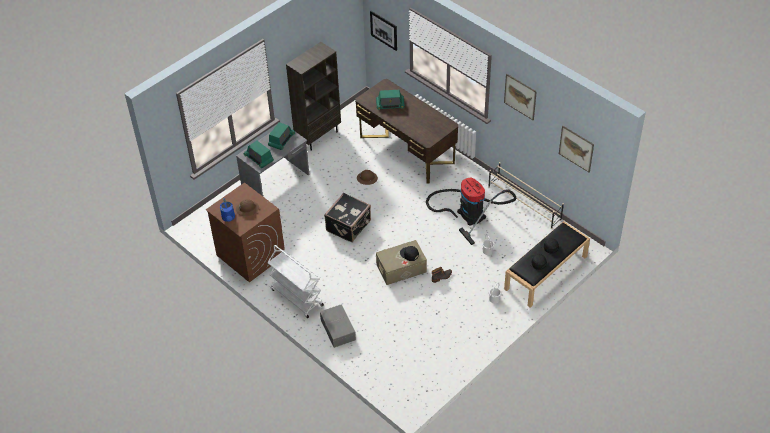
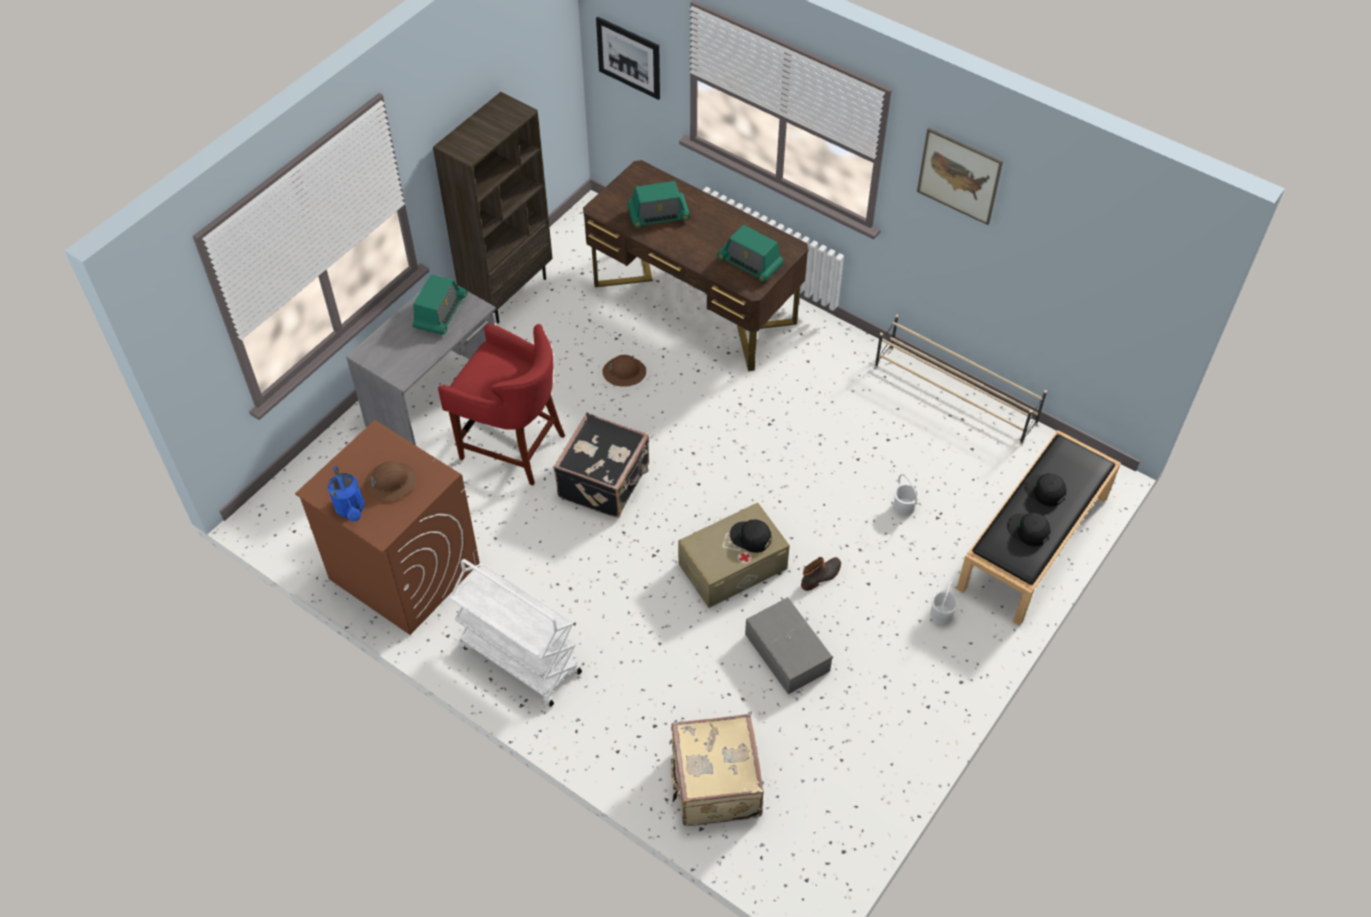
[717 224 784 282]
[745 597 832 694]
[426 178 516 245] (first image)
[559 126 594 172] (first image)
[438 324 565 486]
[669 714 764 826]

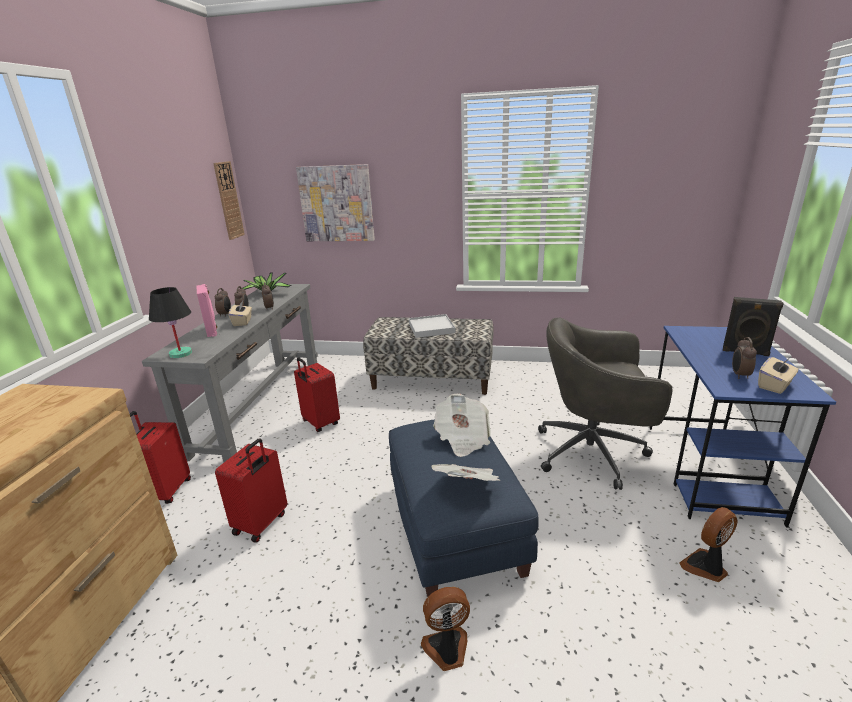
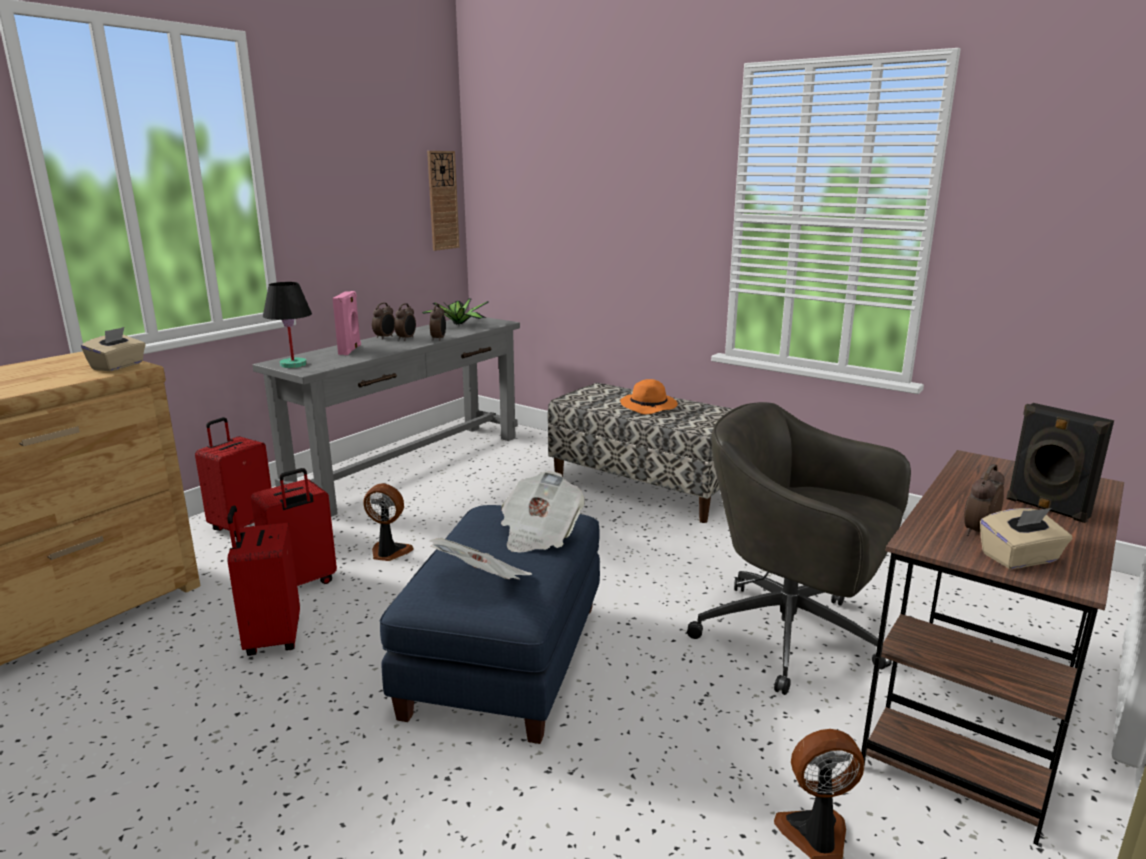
[81 327 146 371]
[227 506 300 656]
[296 164 375 241] (first image)
[620 379 678 414]
[363 484 414 561]
[861 450 1124 845]

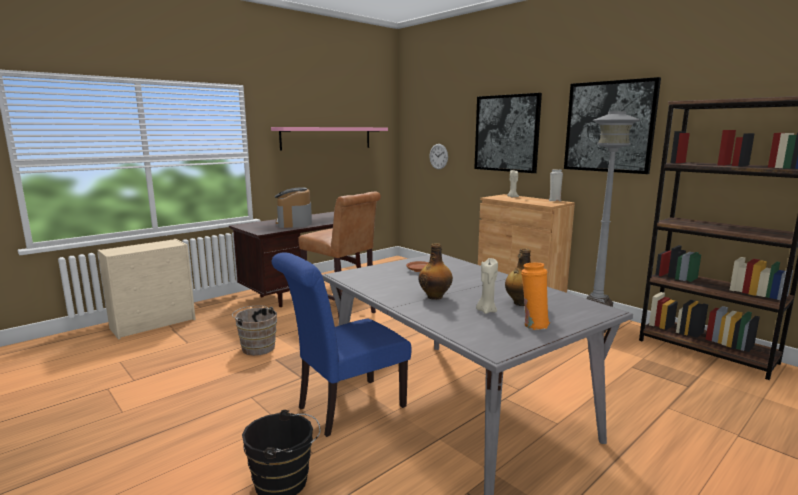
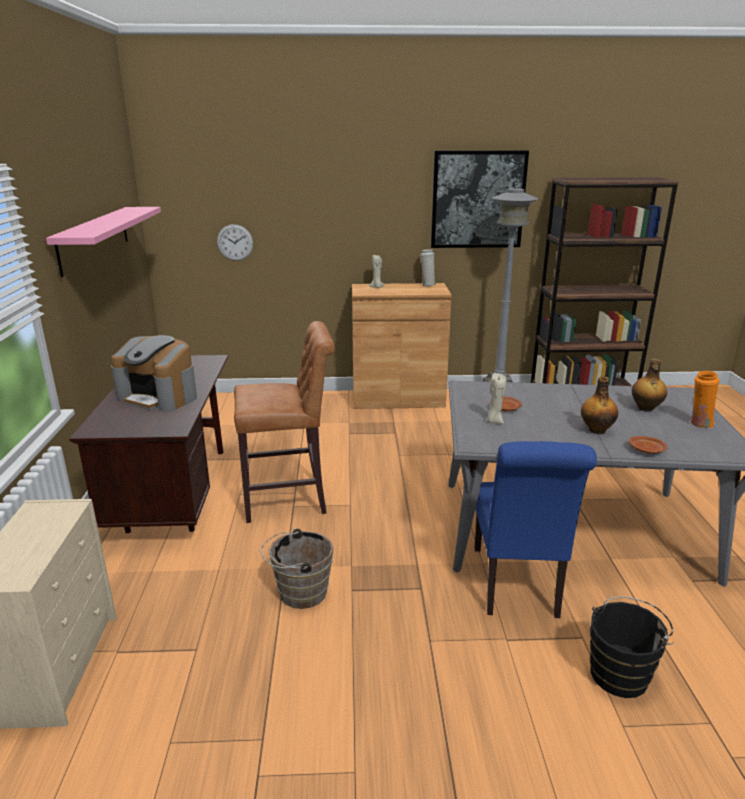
[474 93 542 173] (first image)
[487 373 506 424]
[629 436 668 454]

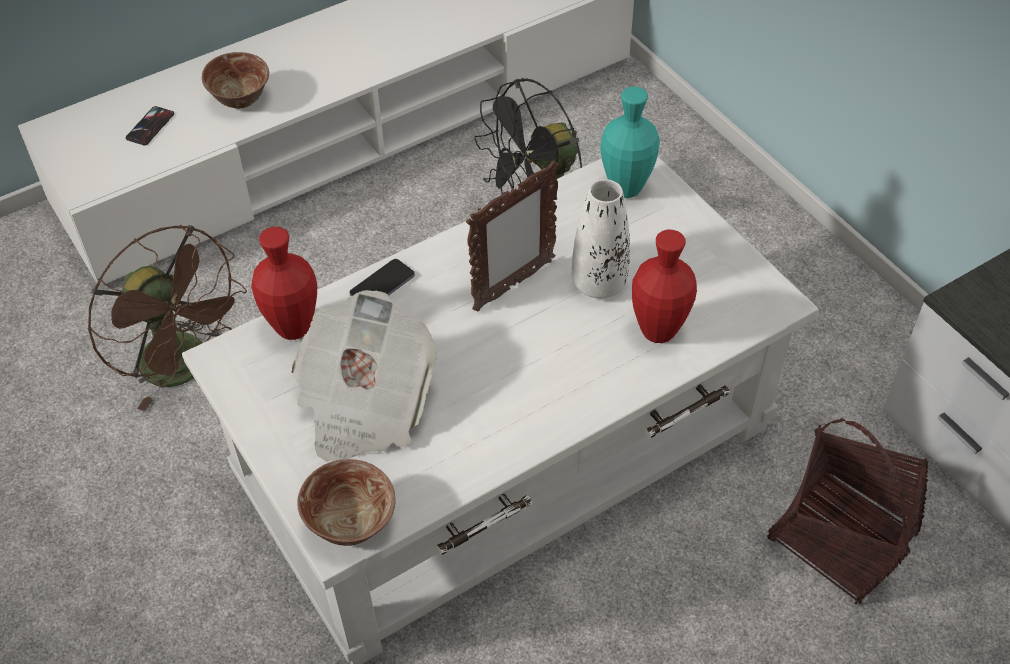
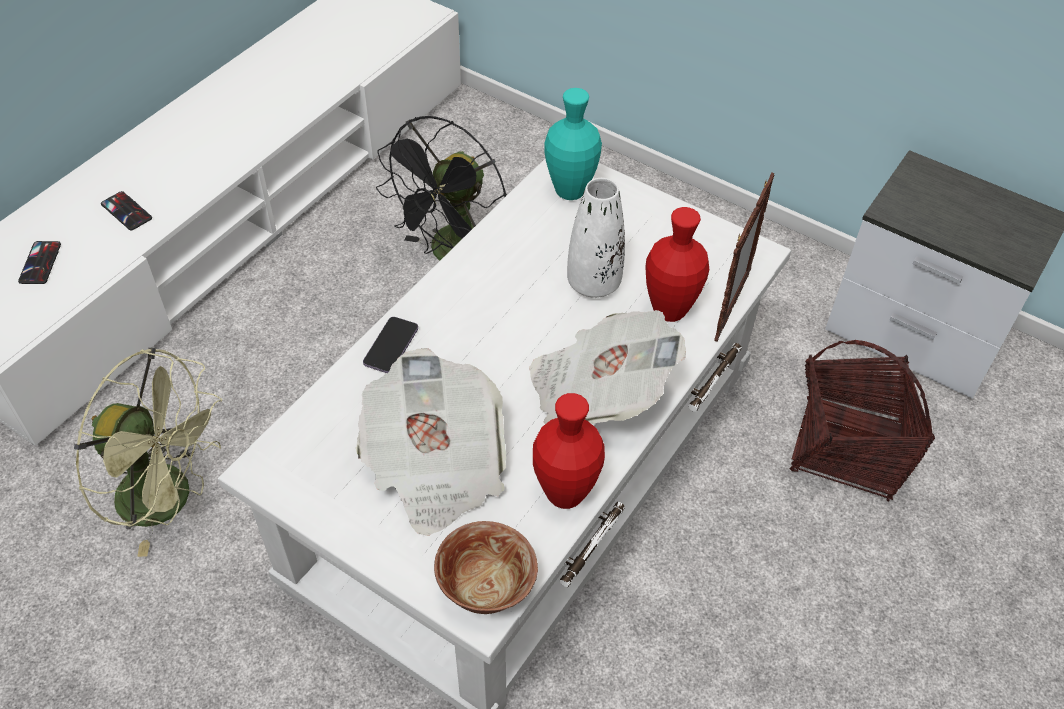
[74 348 222 557]
[101 191 152 230]
[533 393 605 509]
[714 172 774 342]
[529 310 686 424]

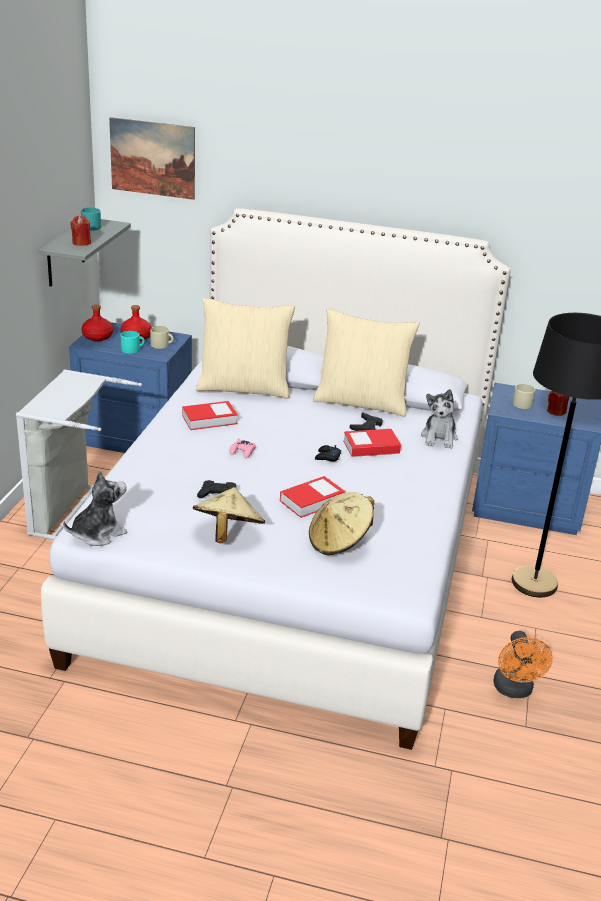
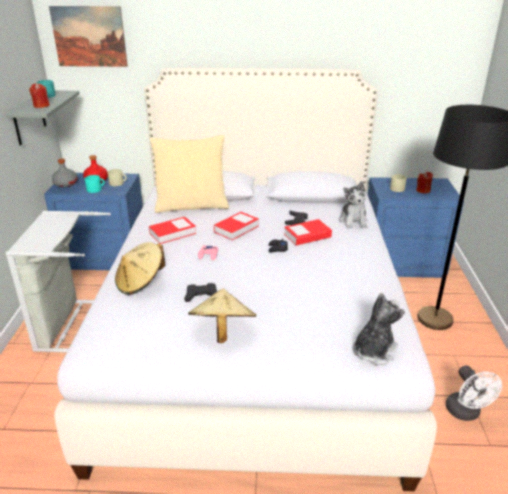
[352 293 405 365]
[52 159 78 187]
[214 212 259 240]
[115 242 165 295]
[313 309 420 417] (first image)
[446 365 502 421]

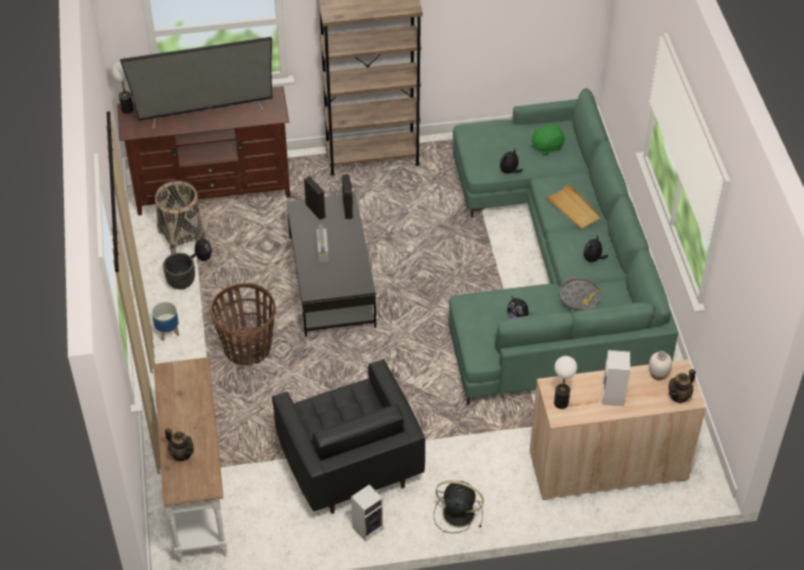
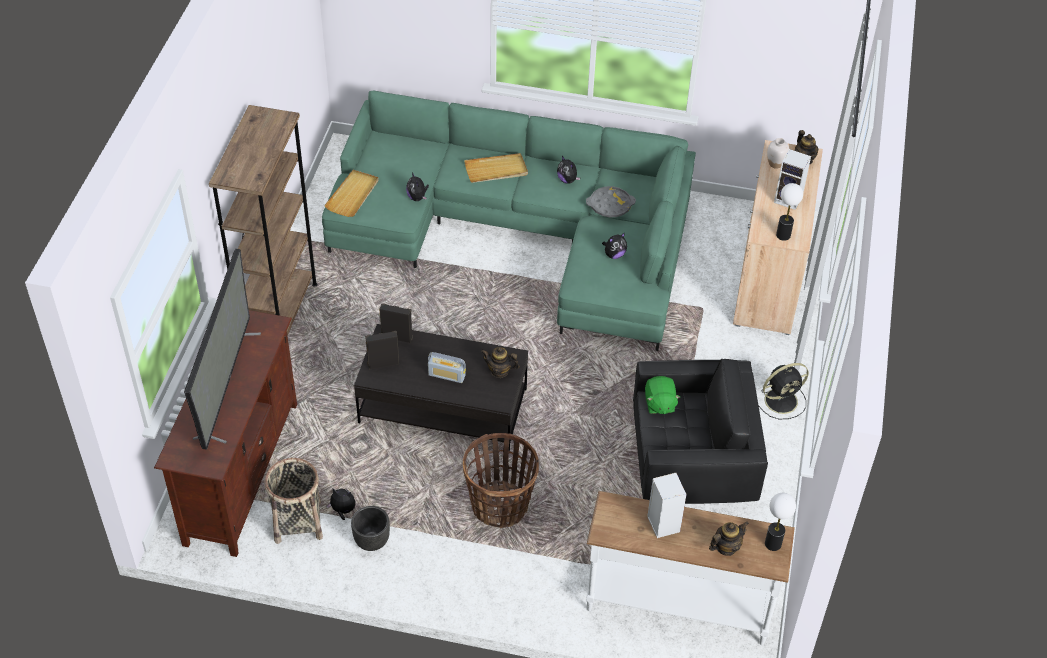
[765 493 796 551]
[152 302 179 341] (first image)
[647 473 687 538]
[758 363 809 419]
[645 376 680 414]
[324 170 379 217]
[481 347 520 378]

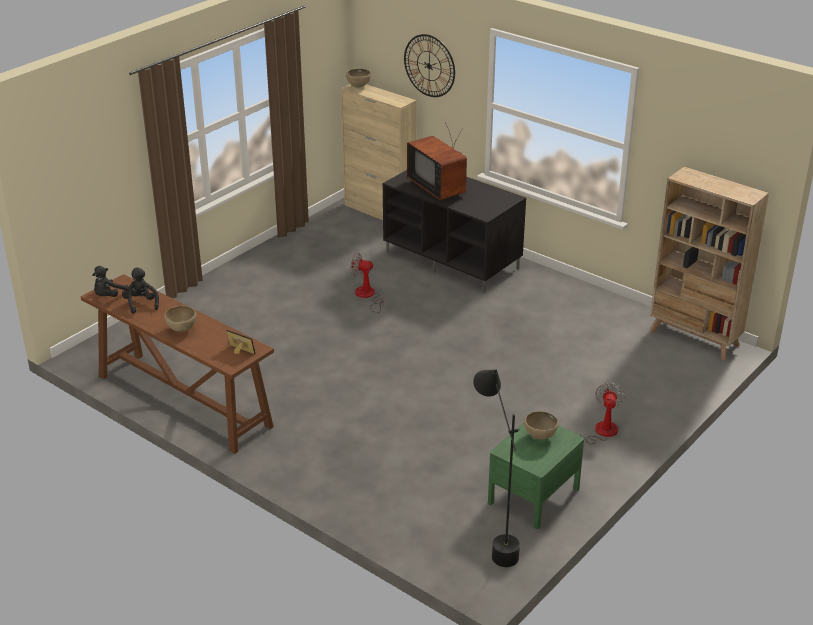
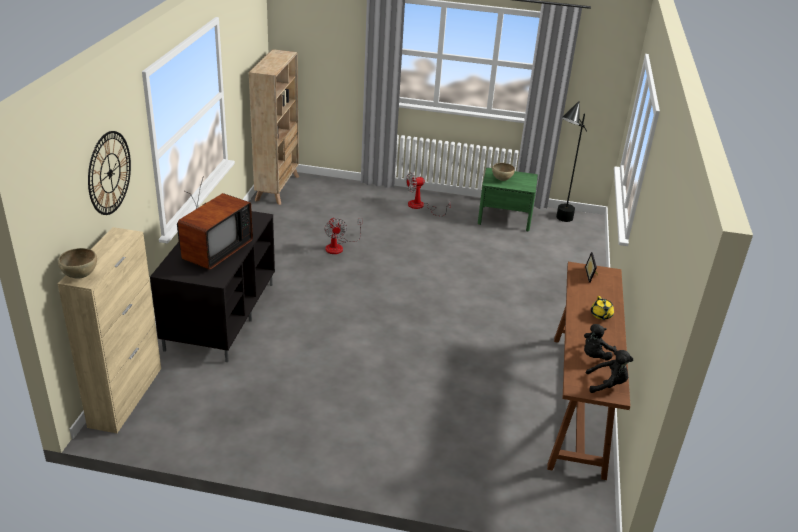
[591 296 614 320]
[324 217 362 254]

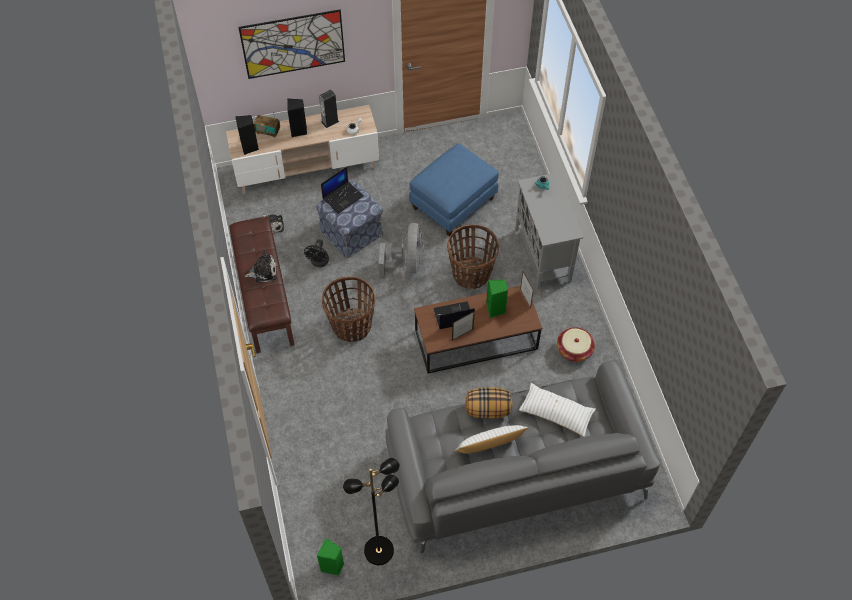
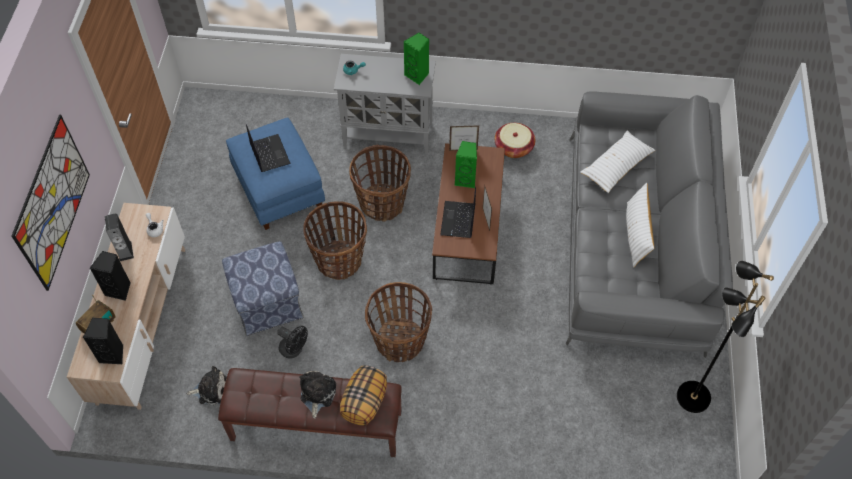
[403 33 429 85]
[246 124 291 172]
[303 201 367 280]
[340 365 387 426]

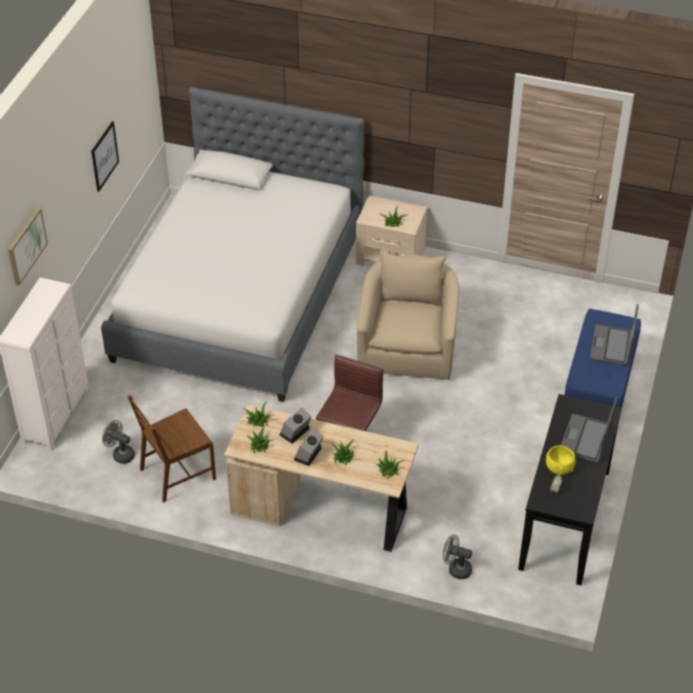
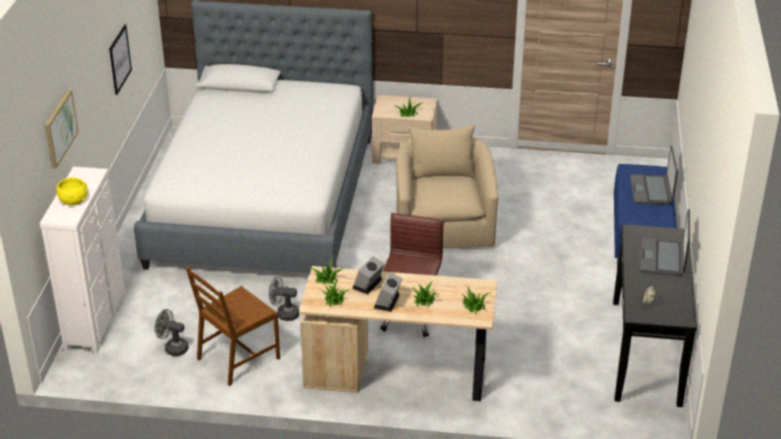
[269 276 299 321]
[57 177 88 205]

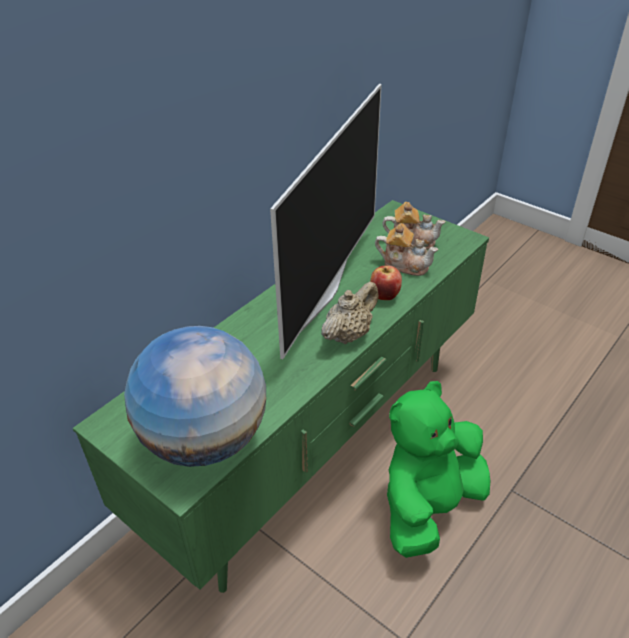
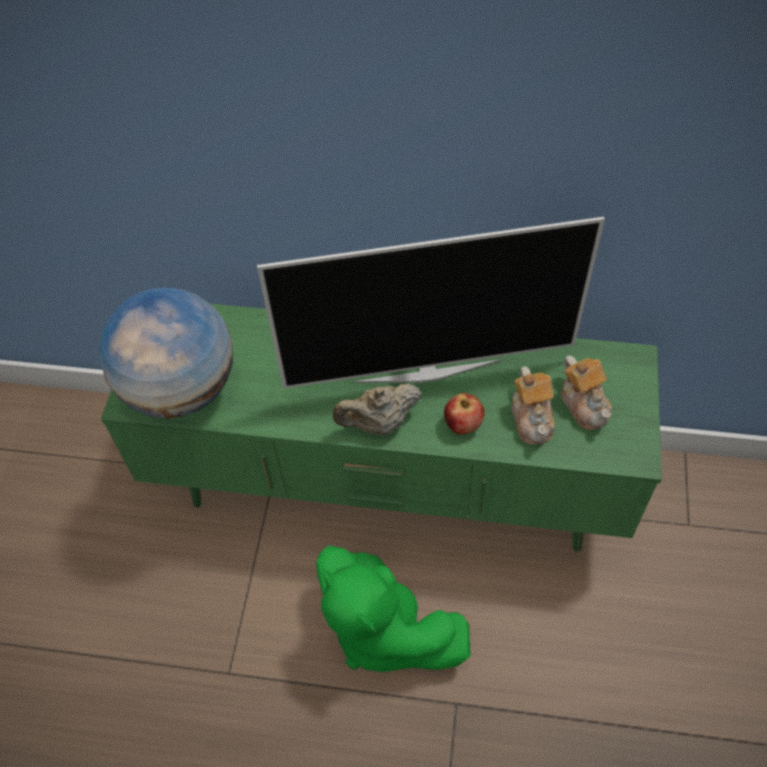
[333 383 422 435]
[316 546 471 672]

